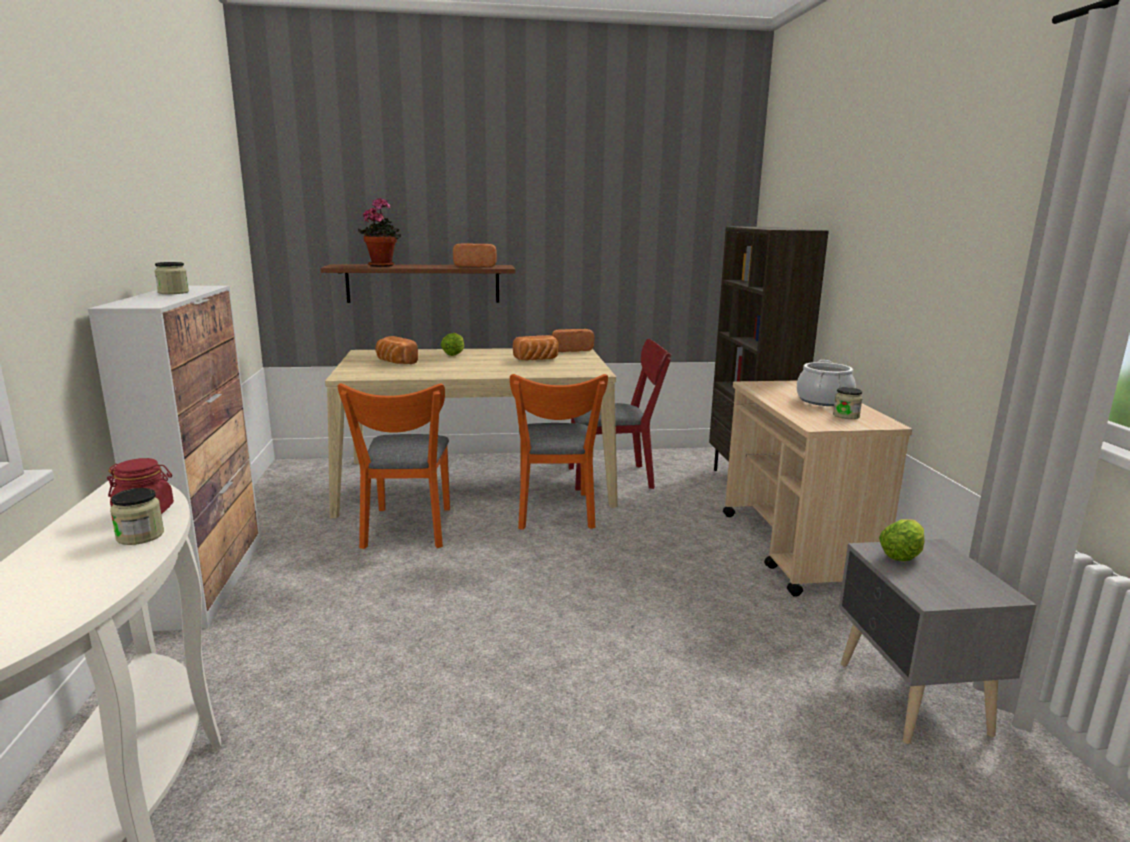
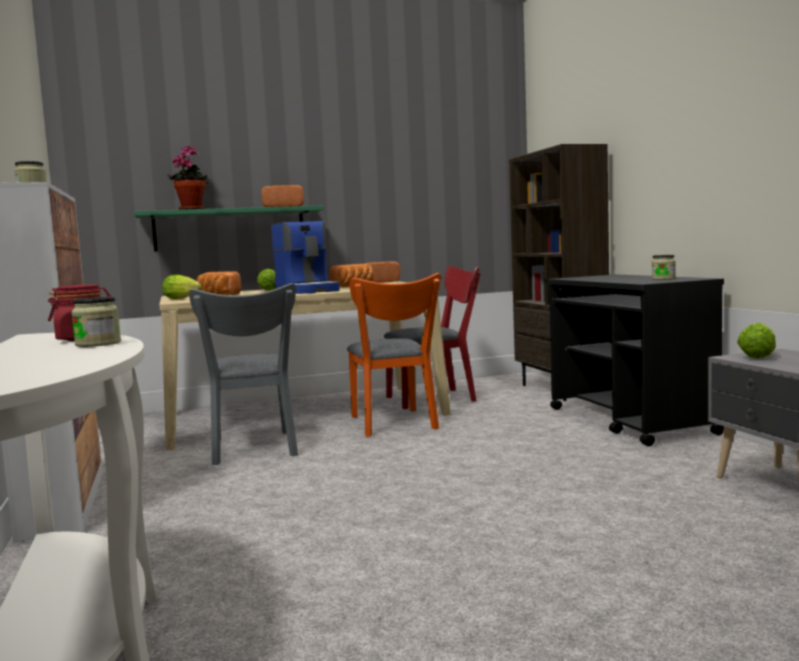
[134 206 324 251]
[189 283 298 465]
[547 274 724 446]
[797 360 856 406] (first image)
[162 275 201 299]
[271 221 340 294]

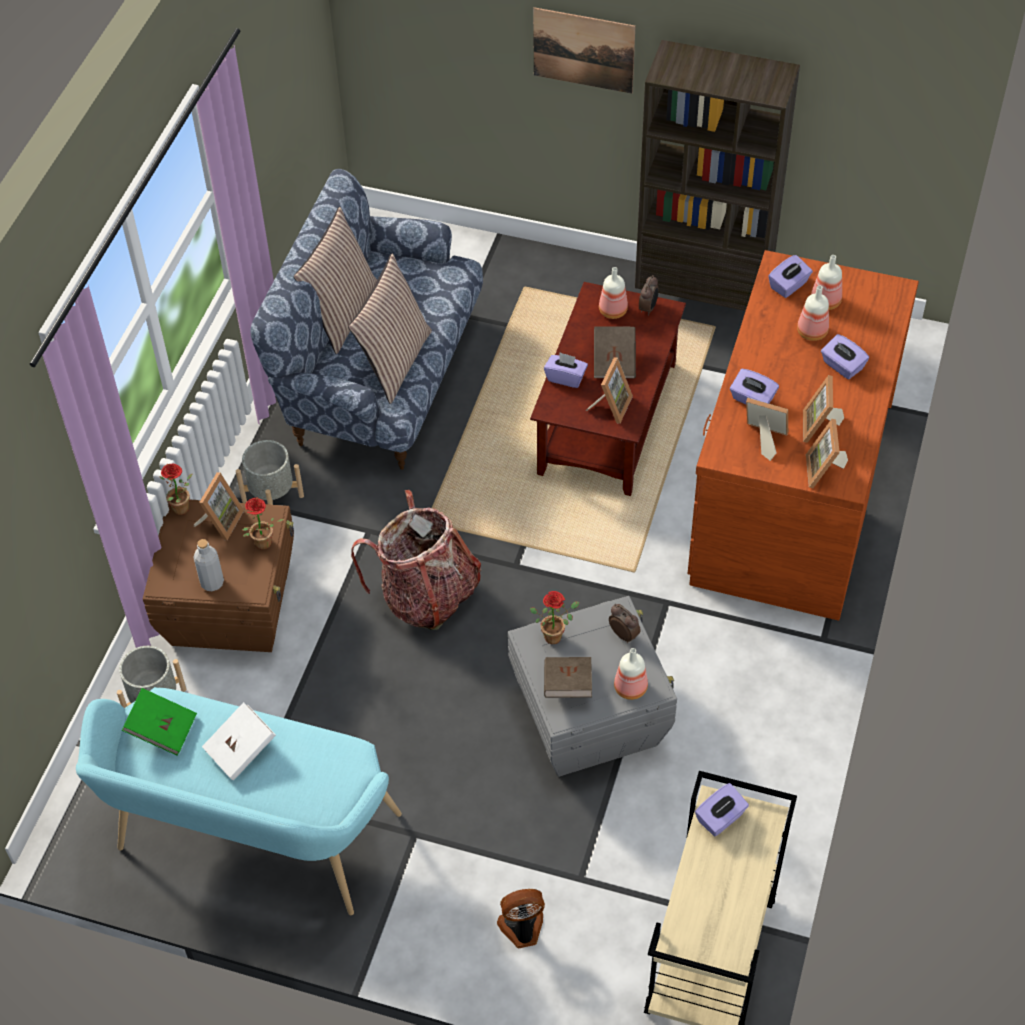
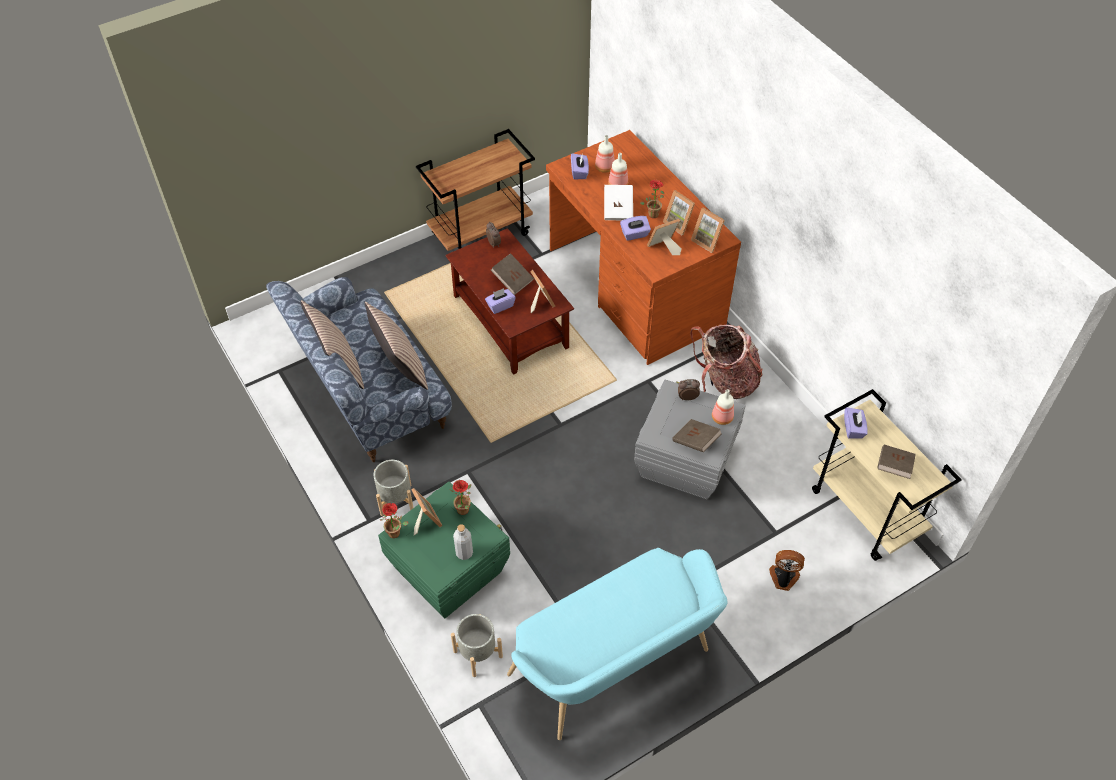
[122 688 197 756] (first image)
[378 481 510 619]
[604 185 633 220]
[690 325 762 399]
[769 550 805 591]
[640 180 664 218]
[533 7 635 94] (first image)
[599 267 628 319] (first image)
[416 129 535 251]
[821 334 869 379] (first image)
[878 444 916 479]

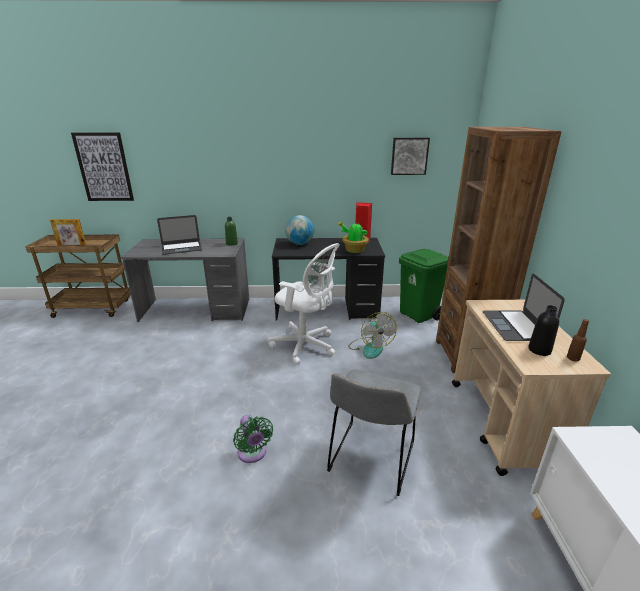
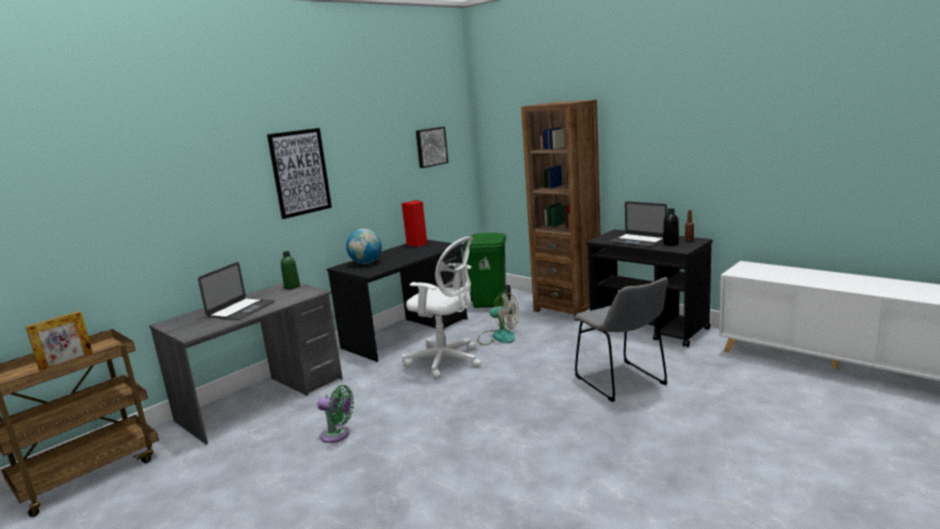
[267 128 332 219]
[317 385 354 443]
[402 236 481 379]
[338 221 369 253] (first image)
[586 230 713 347]

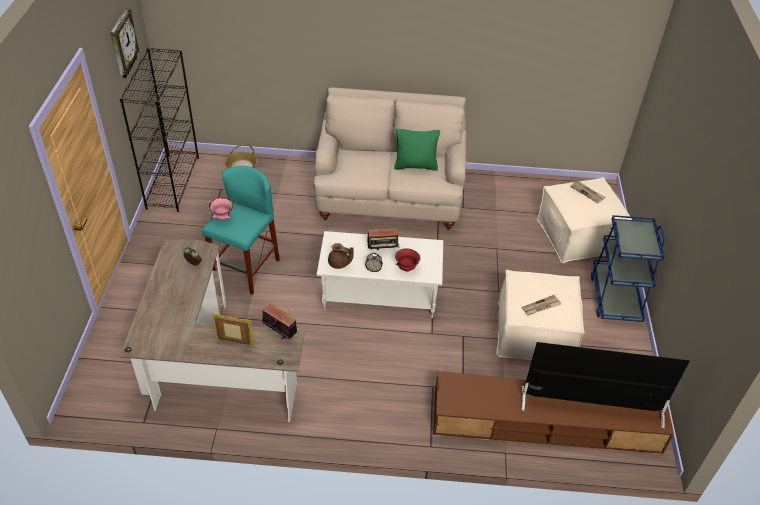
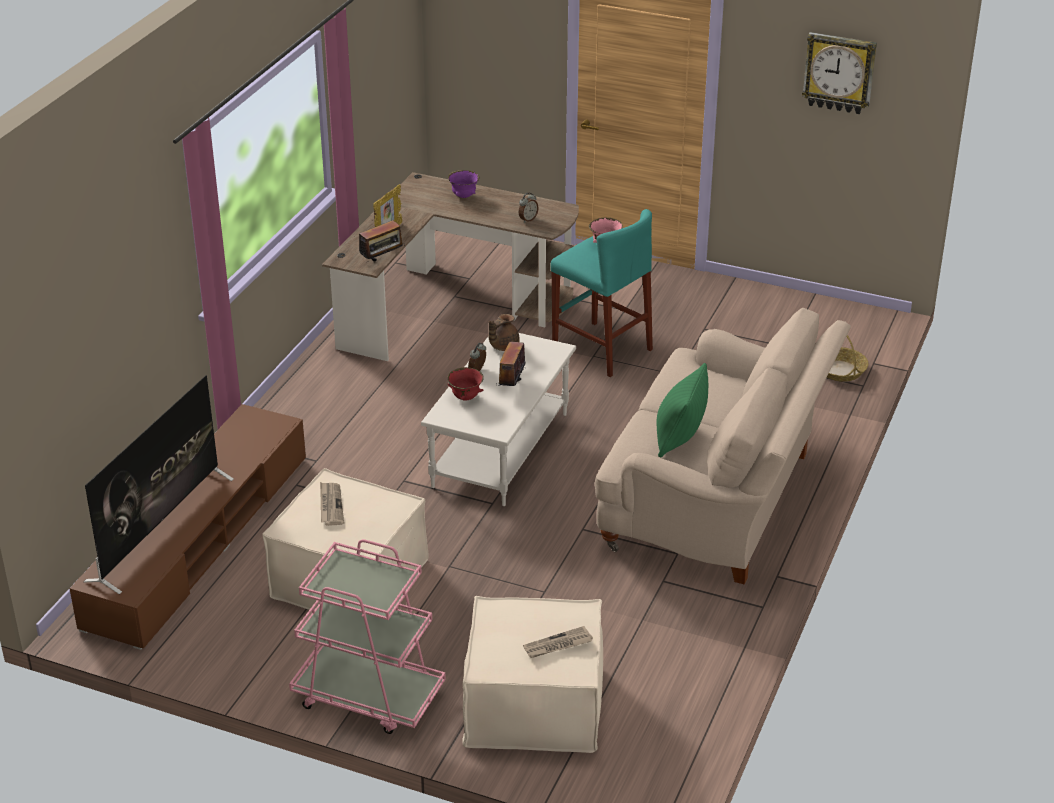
[120 48 199 212] (first image)
[289 539 446 734]
[448 170 479 198]

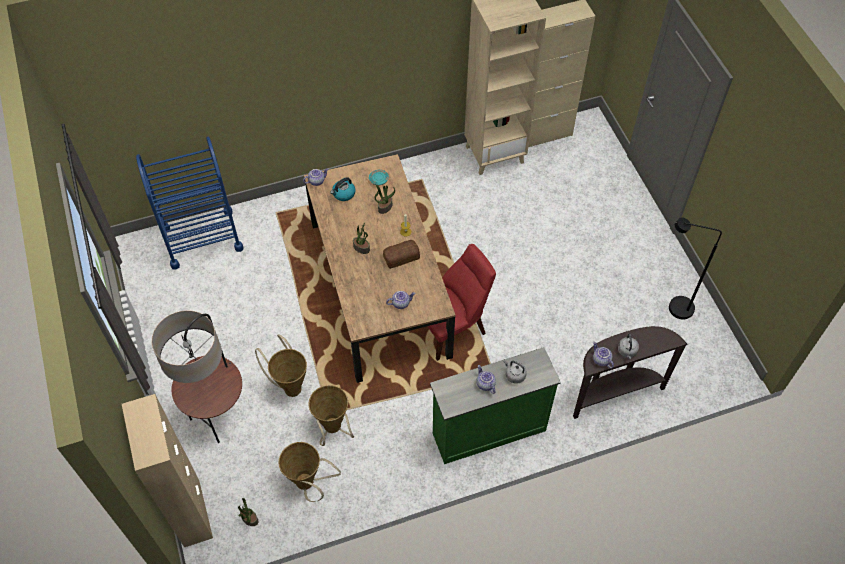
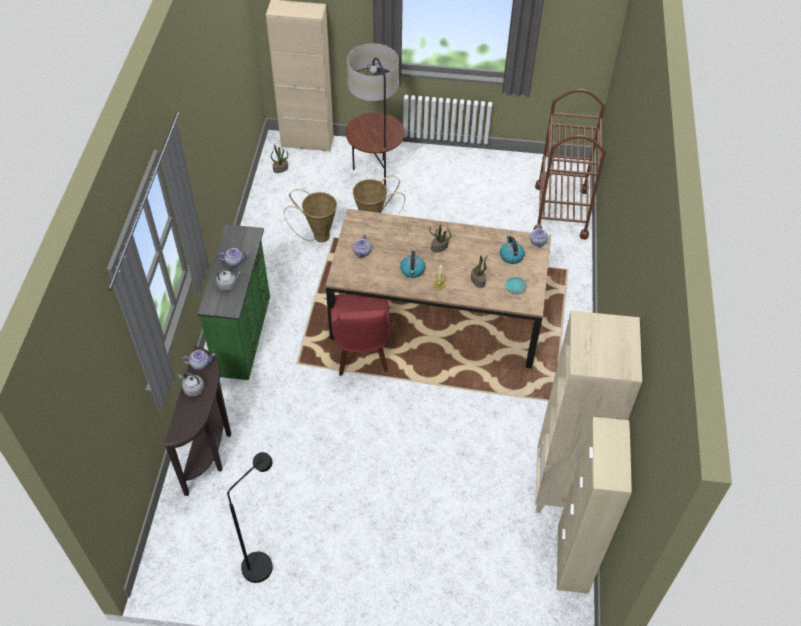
[534 89 606 240]
[279 442 341 502] (first image)
[400 251 425 278]

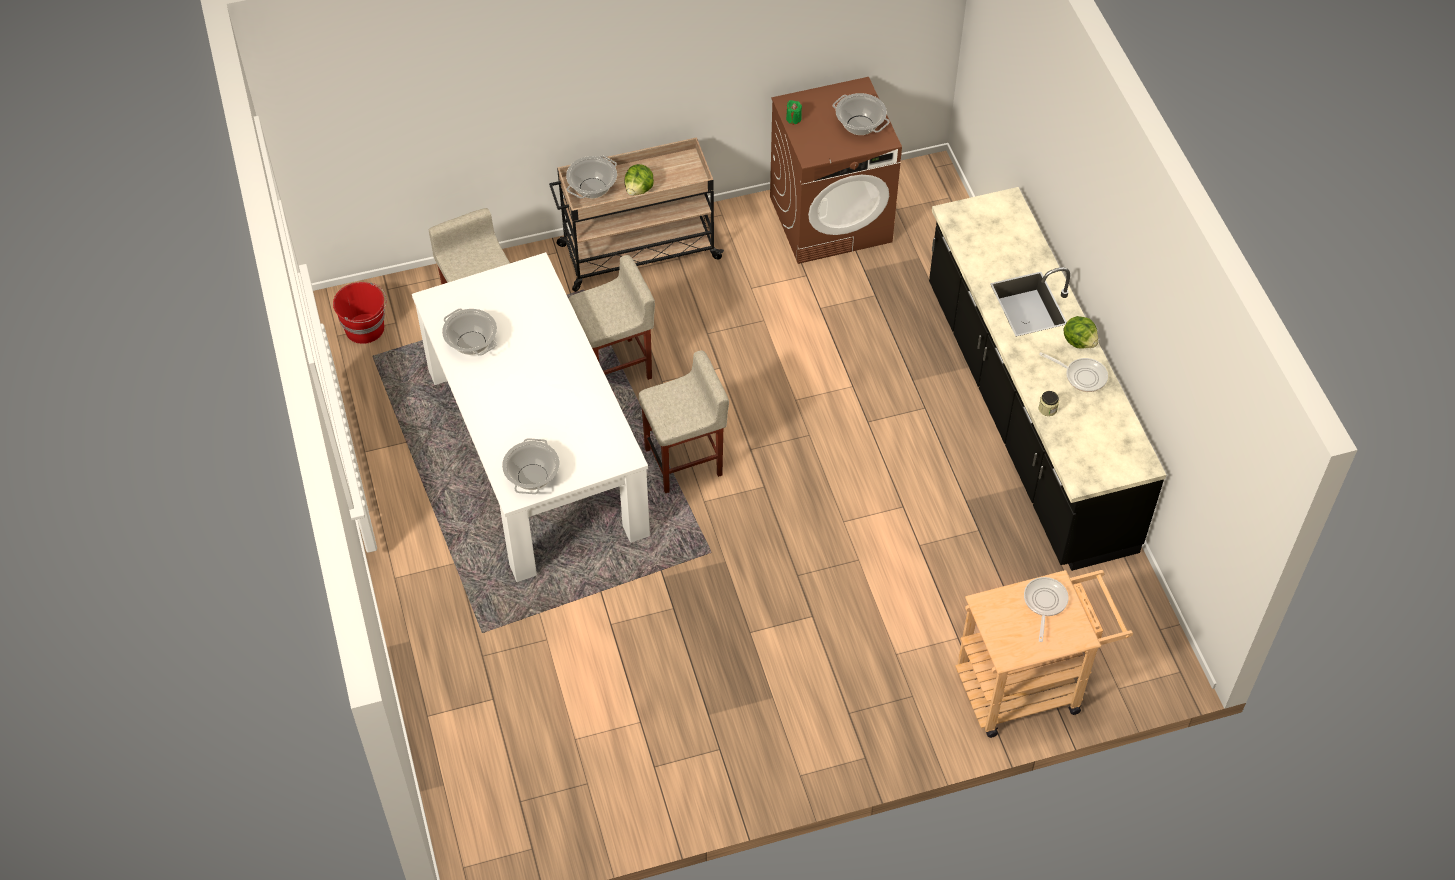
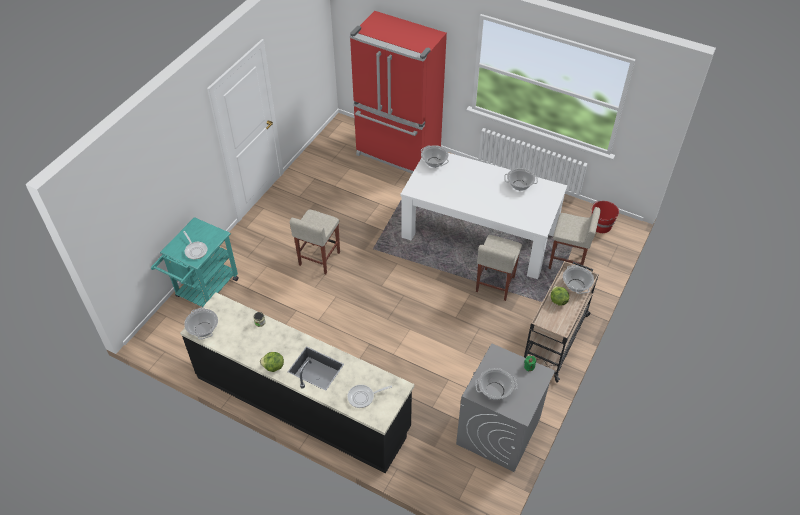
[290 209 340 274]
[456 344 555 472]
[151 217 239 307]
[347 385 392 408]
[184 307 218 340]
[350 11 447 173]

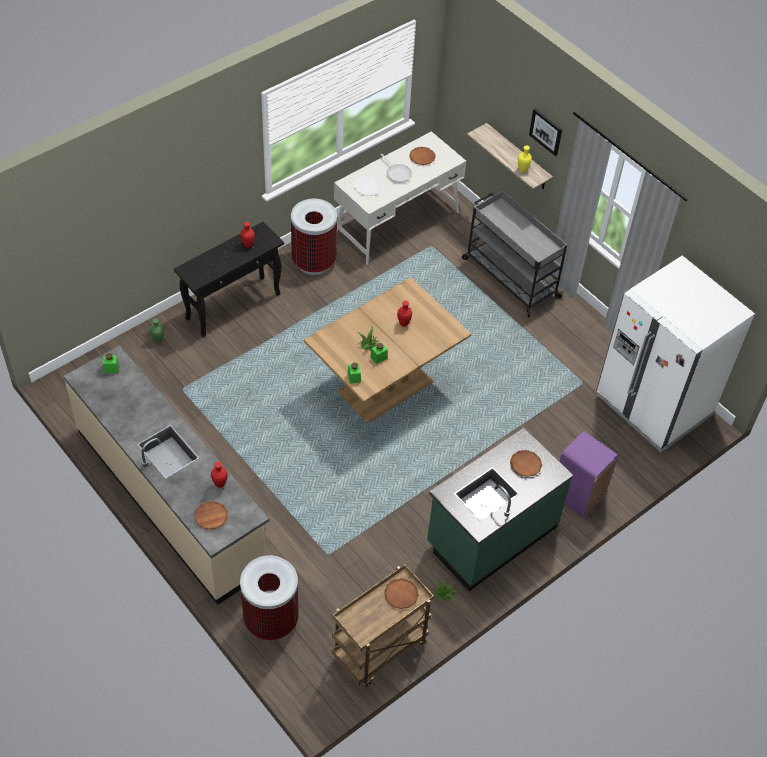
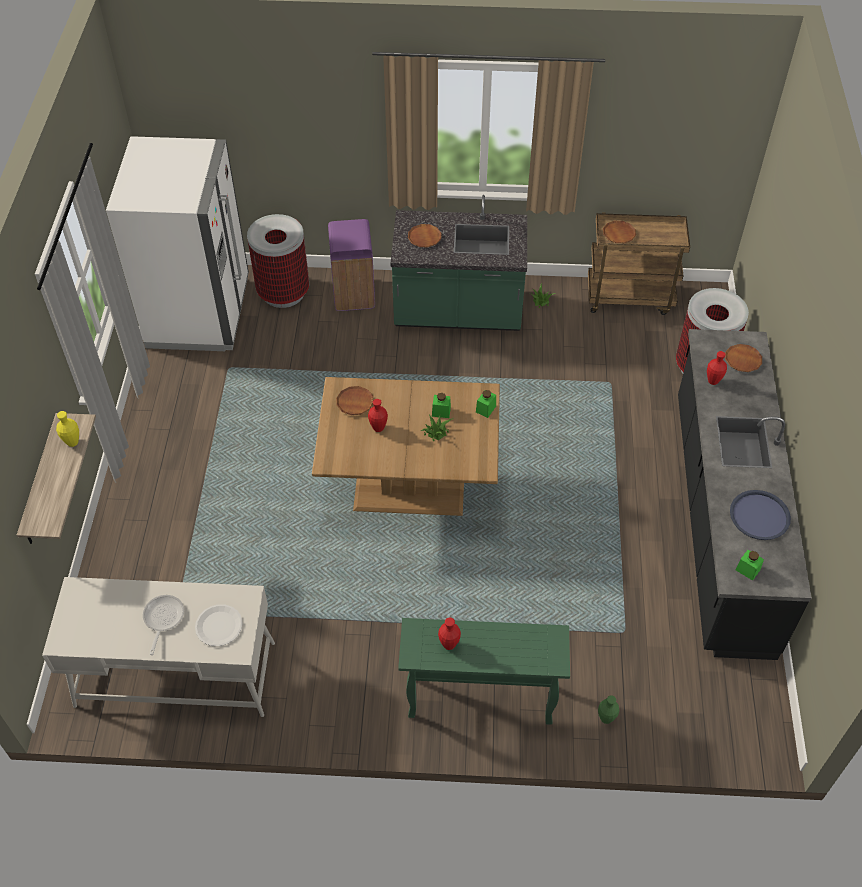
[678 329 812 660]
[398 618 570 725]
[247 214 309 308]
[336 386 374 415]
[462 191 567 317] (first image)
[529 108 562 156] (first image)
[730 490 791 540]

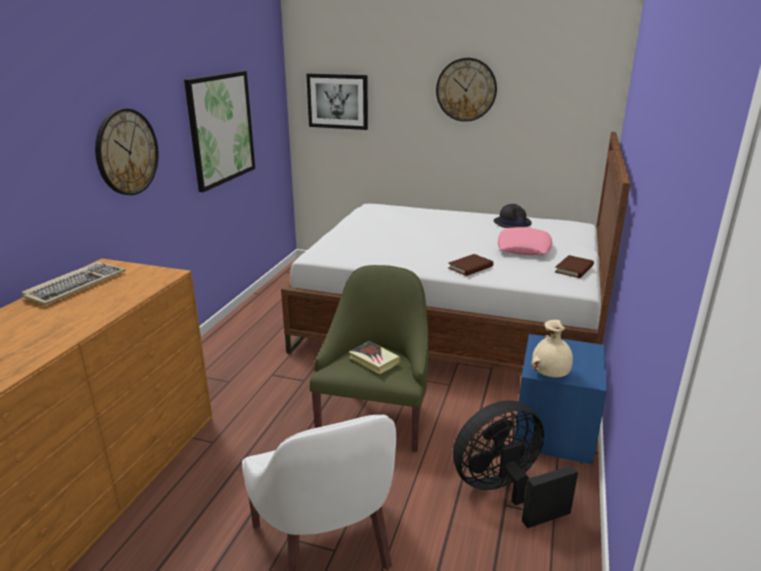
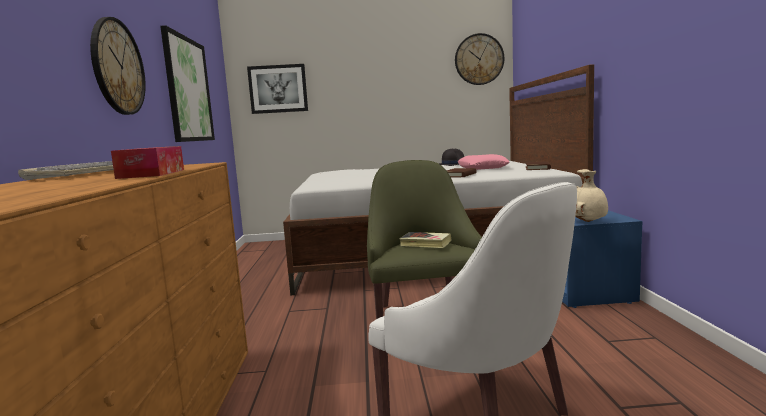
[455 33 504 85]
[453 400 578 528] (first image)
[111 146 184 179]

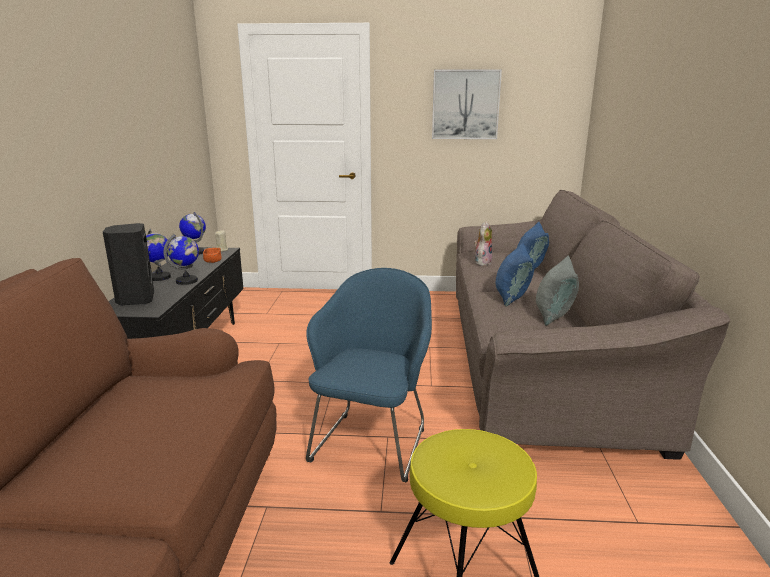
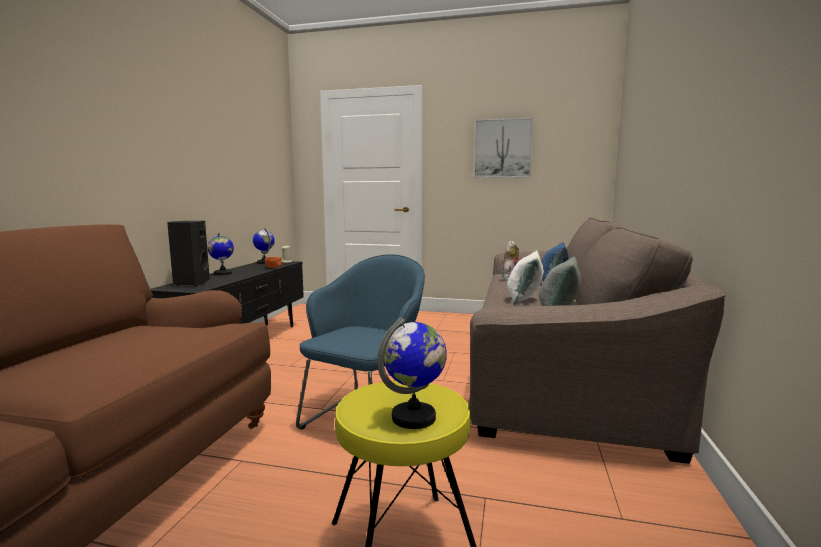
[377 317 446 429]
[507 250 544 305]

